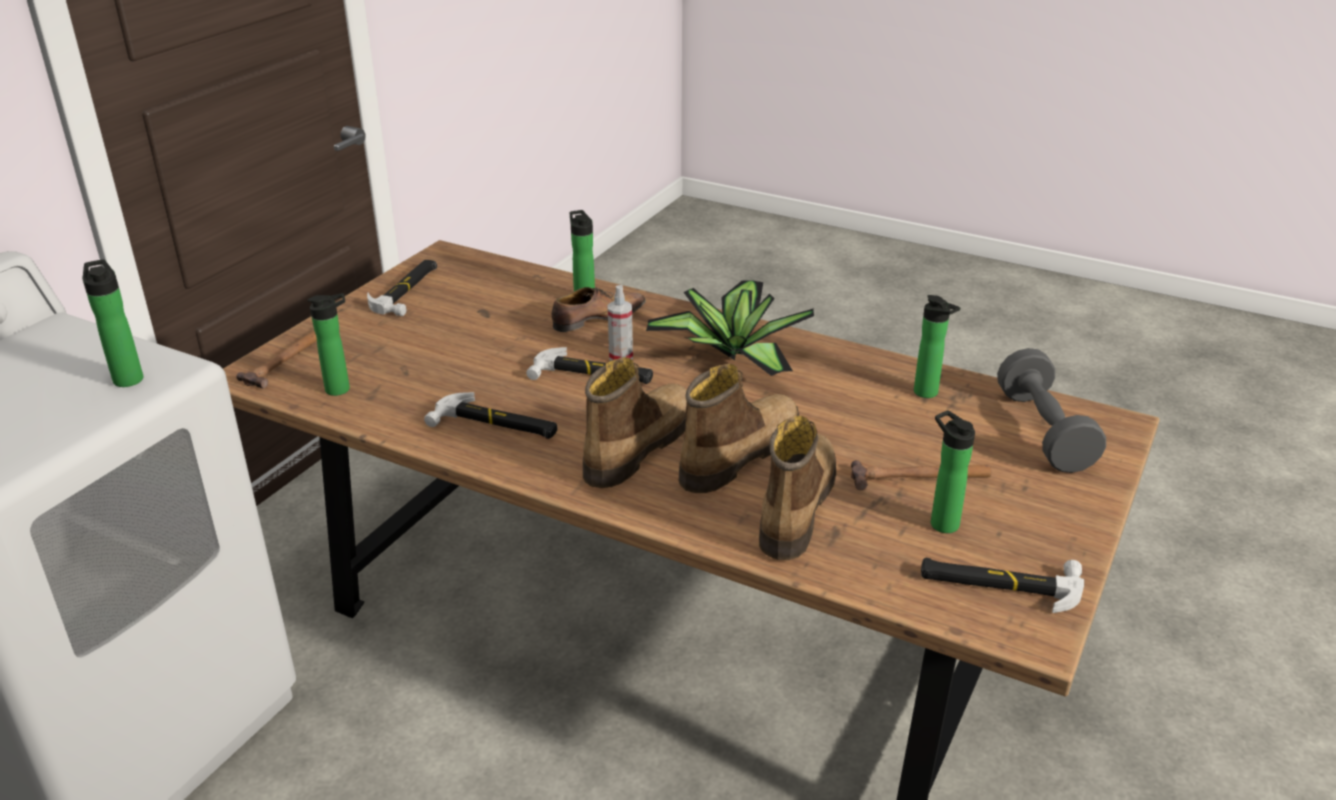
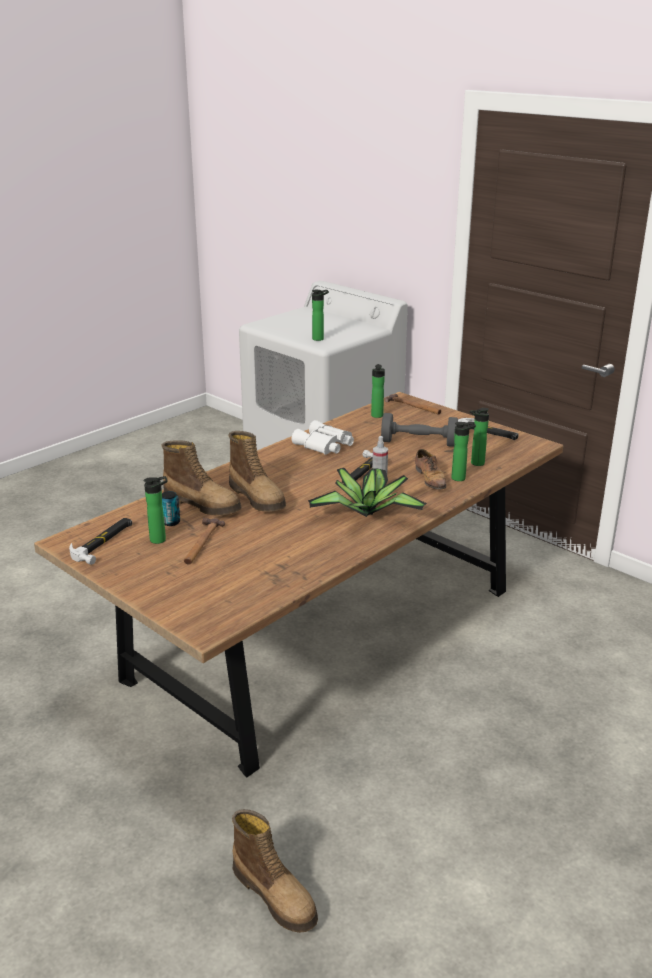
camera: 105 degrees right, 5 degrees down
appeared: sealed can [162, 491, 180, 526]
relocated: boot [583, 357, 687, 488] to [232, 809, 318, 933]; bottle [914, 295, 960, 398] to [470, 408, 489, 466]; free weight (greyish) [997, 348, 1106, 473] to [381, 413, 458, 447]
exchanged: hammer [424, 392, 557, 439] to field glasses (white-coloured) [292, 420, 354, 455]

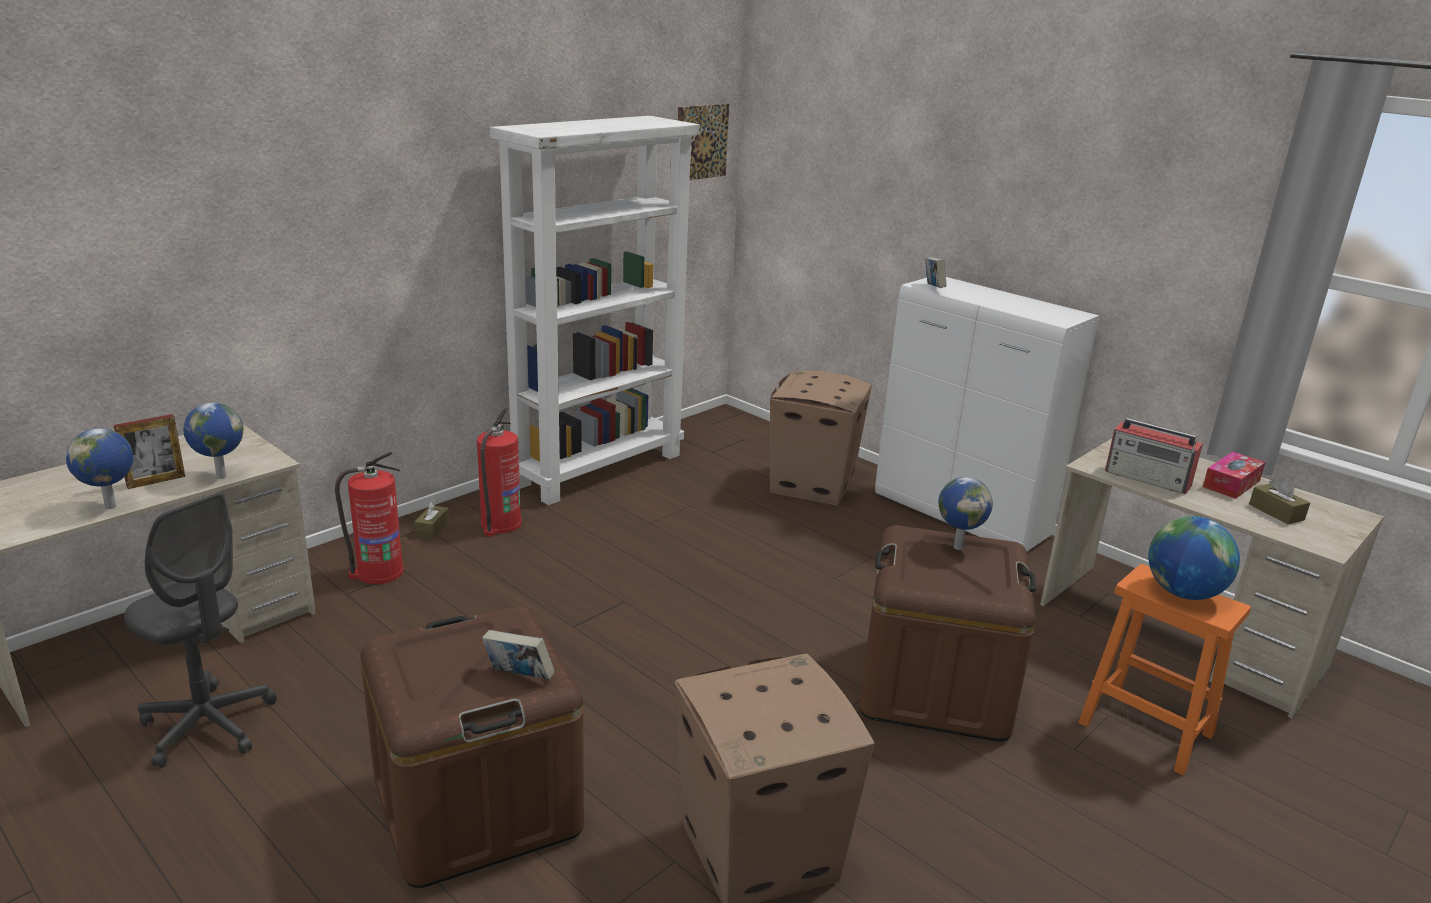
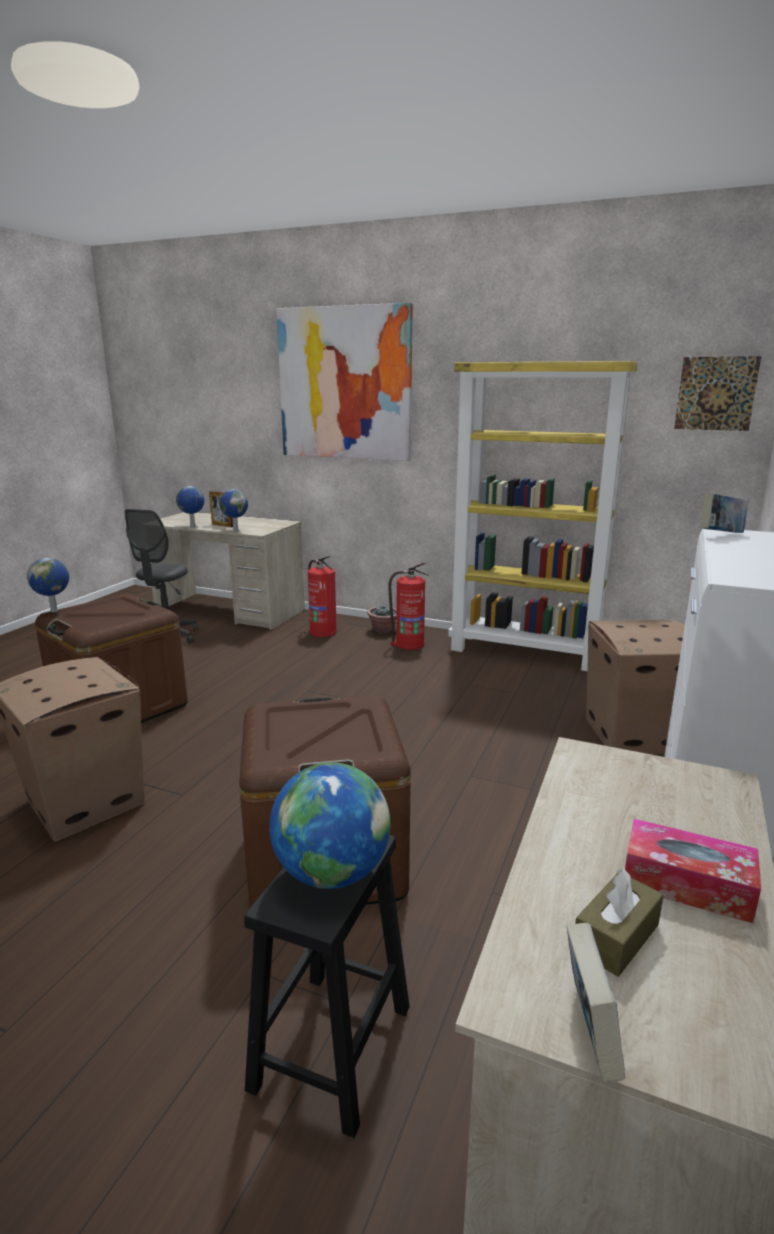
camera: 70 degrees right, 5 degrees down
missing: radio set [1105, 418, 1203, 494]
appeared: picture [276, 303, 412, 461]
relocated: book [482, 630, 555, 680] to [566, 923, 625, 1082]; globe [938, 477, 993, 550] to [27, 558, 69, 613]
exchanged: tissue holder (brownish) [414, 500, 449, 539] to potted plant [367, 605, 397, 634]
colour: bookshelf (white-coloured) [490, 116, 700, 505] to bookshelf (yellowish) [448, 361, 638, 671]; stool (orangey) [1078, 564, 1251, 775] to stool (black-coloured) [244, 835, 410, 1138]

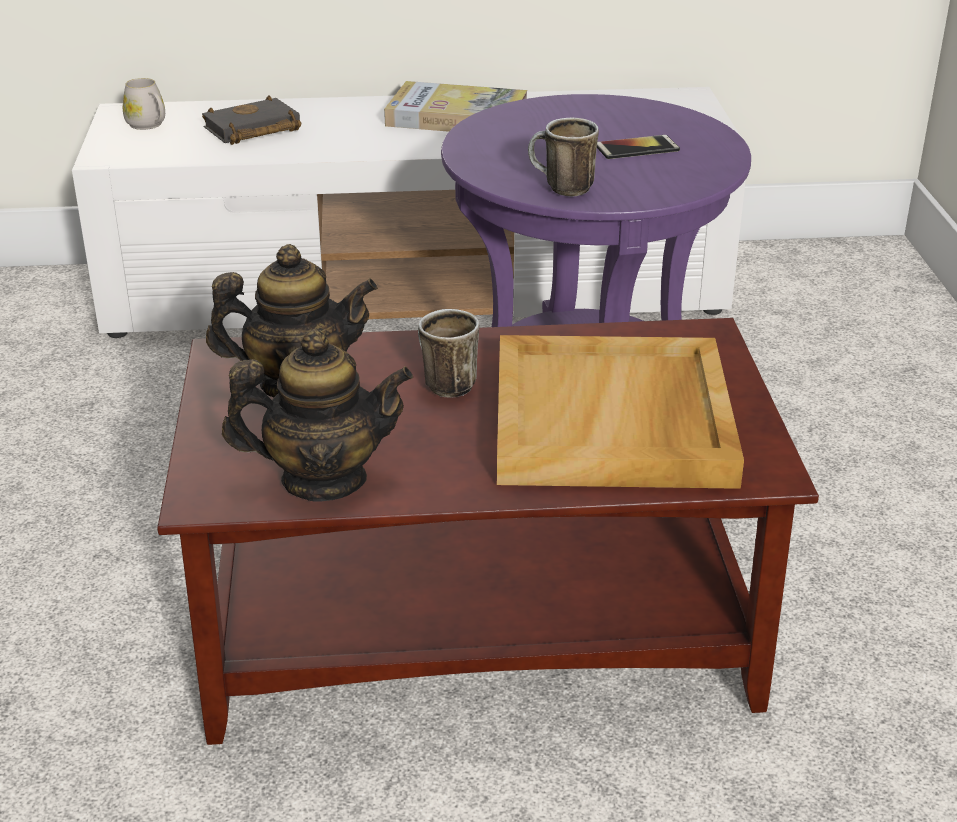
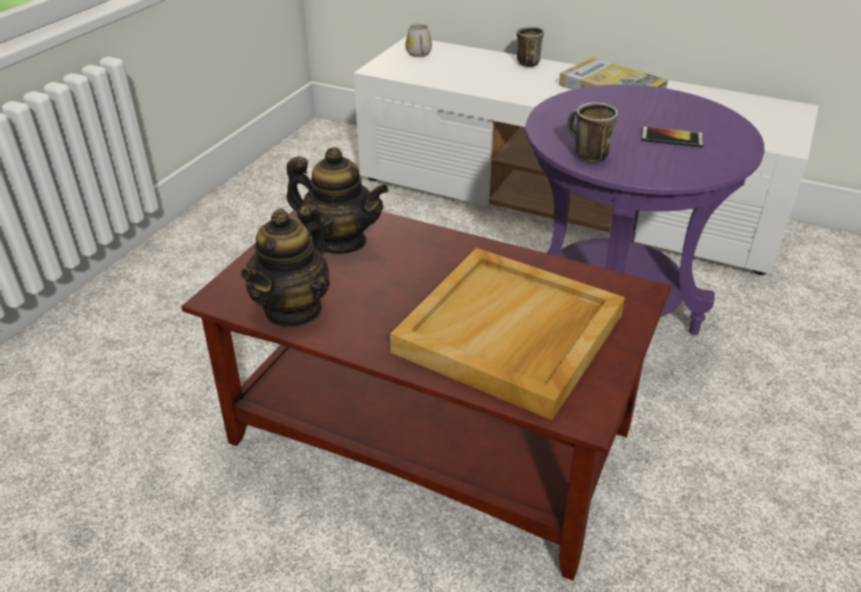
camera: 30 degrees right, 5 degrees up
missing: book (black-coloured) [202, 95, 301, 145]
relocated: tea mug [418, 309, 479, 398] to [517, 26, 544, 67]
spun: pot for tea [222, 329, 413, 501] = [240, 204, 330, 328] 90 degrees clockwise

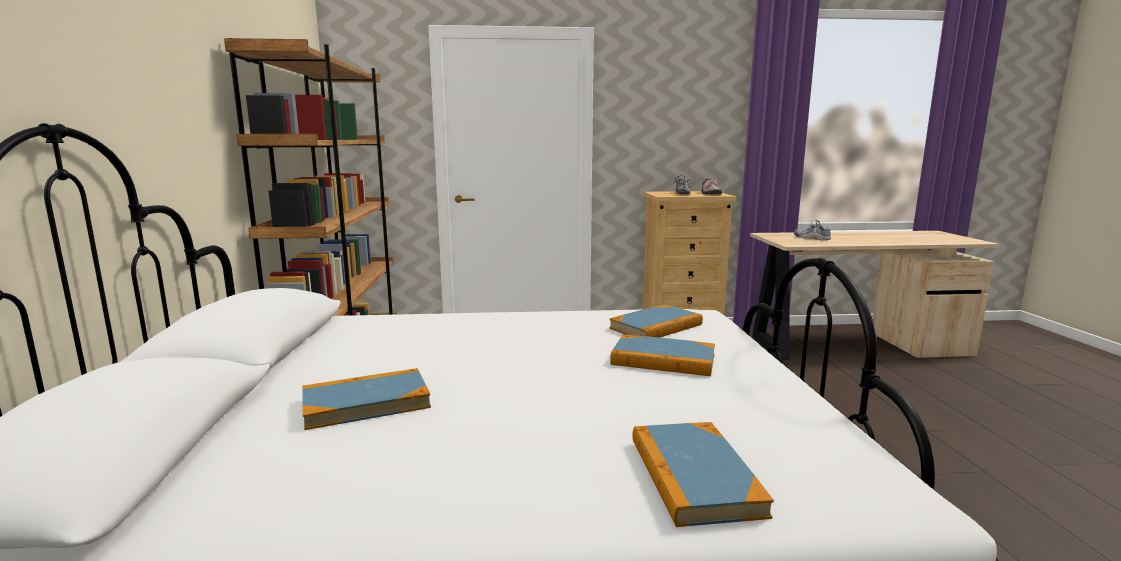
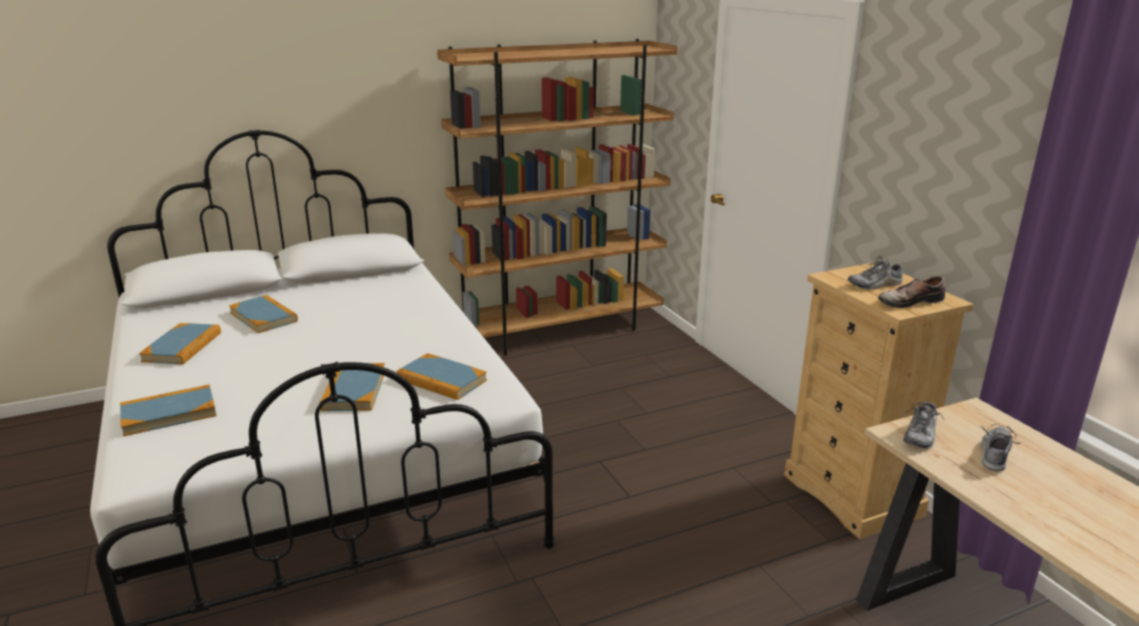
camera: 70 degrees right, 10 degrees up
appeared: book [139, 323, 221, 365]; shoe [903, 402, 944, 449]

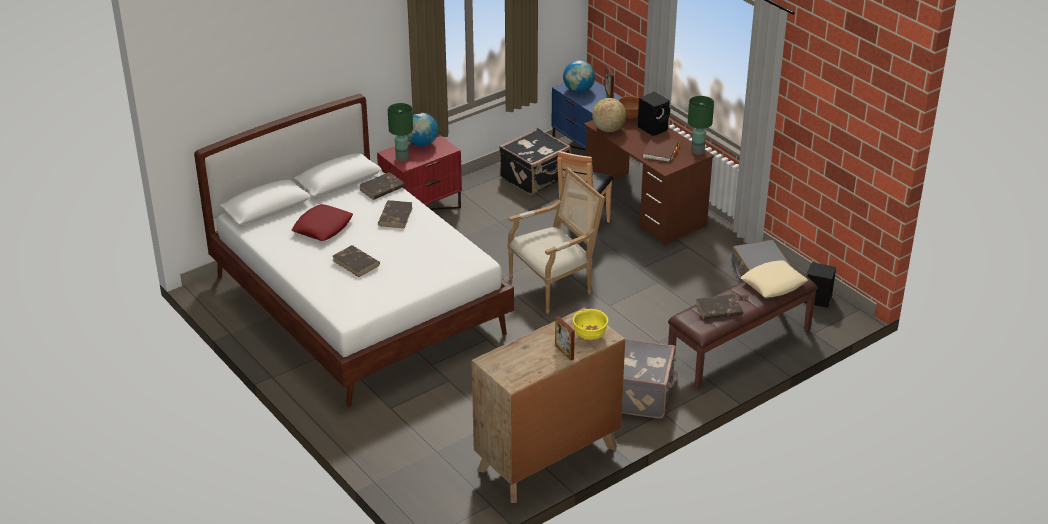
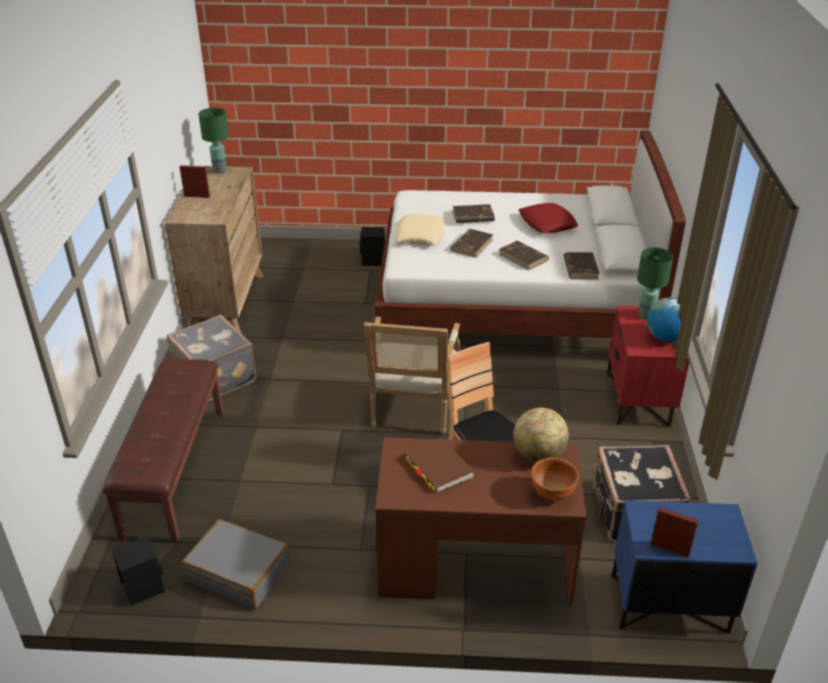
camera: 130 degrees right, 0 degrees up
missing: globe [563, 60, 595, 93]; bowl (yellowish) [573, 309, 608, 340]
relocated: loudspeaker (black-coloured) [638, 92, 670, 136] to [360, 227, 385, 266]; tabletop lamp (greenish) [688, 96, 714, 155] to [198, 108, 229, 173]; book (brownish) [696, 294, 743, 320] to [451, 229, 493, 258]; pillow (sand-coloured) [741, 260, 808, 297] to [396, 214, 444, 245]

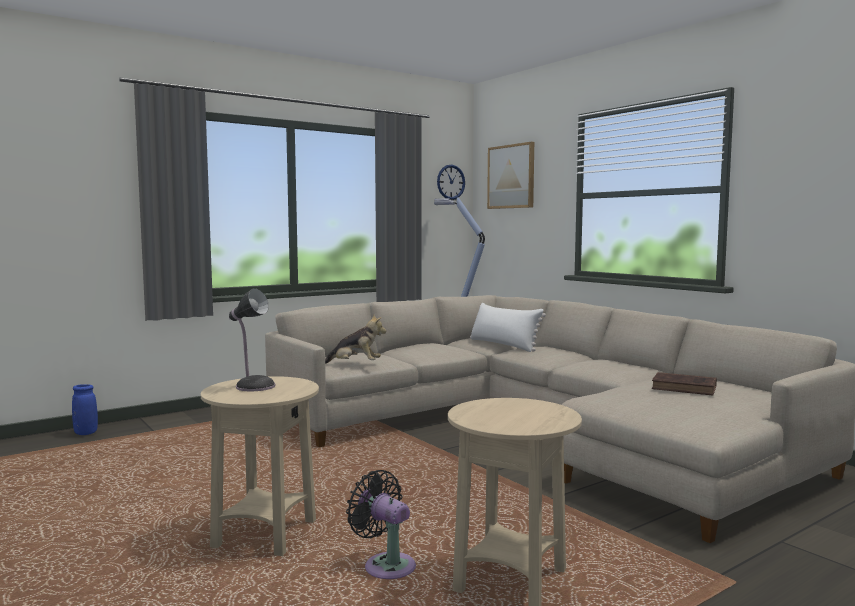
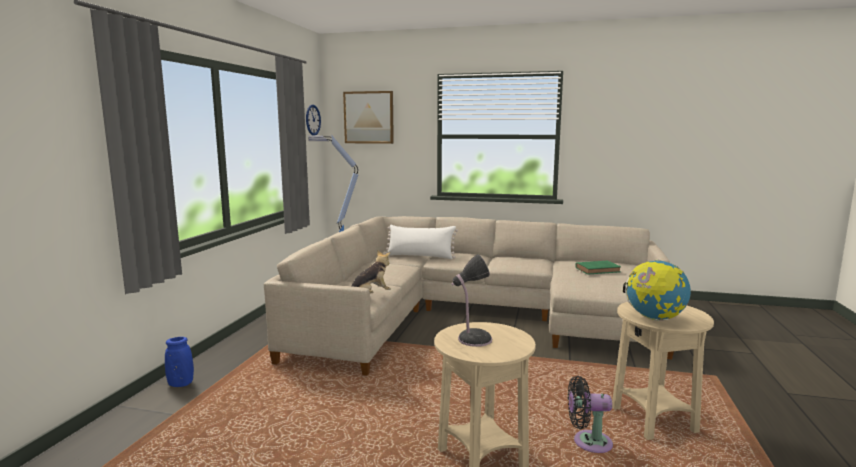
camera: 40 degrees left, 5 degrees up
appeared: globe [623, 259, 691, 321]
relocated: decorative vase (blue) [72, 384, 98, 435] to [165, 337, 194, 387]
colour: book (brownish) [652, 372, 717, 395] to book (greenish) [575, 261, 621, 275]

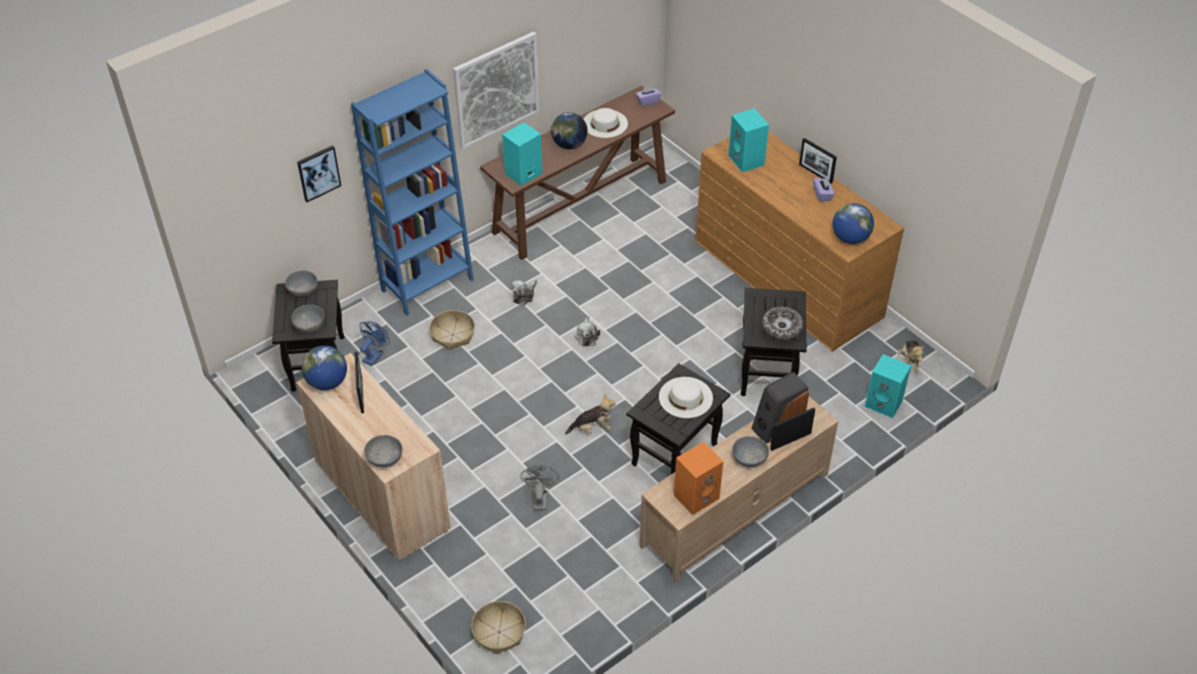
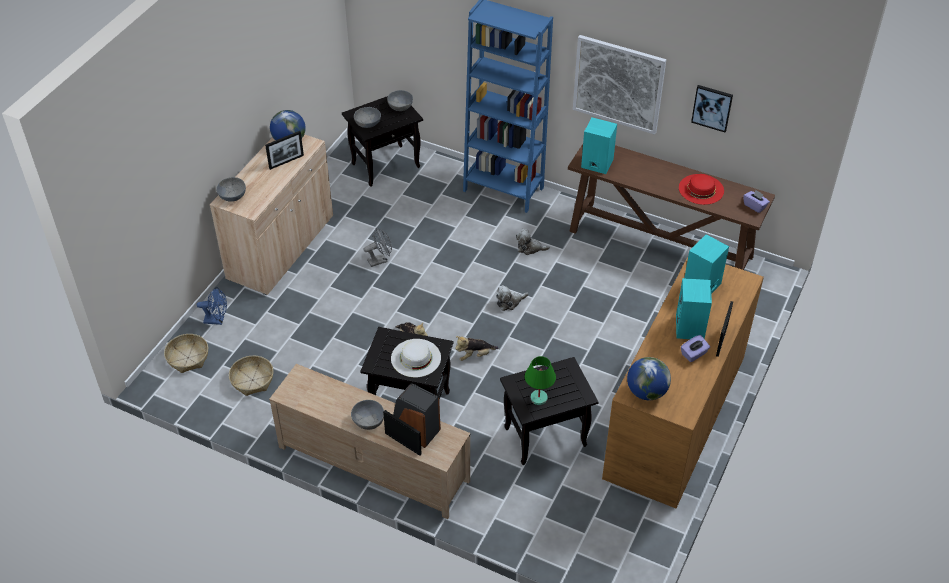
camera: 65 degrees right, 0 degrees up
missing: globe [551, 112, 588, 149]; loudspeaker (orangey) [674, 442, 723, 515]
relocated: picture [297, 145, 341, 202] to [691, 85, 733, 132]; electric fan (blue) [360, 321, 390, 366] to [197, 287, 227, 325]; basket [429, 310, 475, 350] to [229, 356, 274, 396]; electric fan (greyish) [520, 465, 559, 511] to [364, 228, 392, 267]; loudspeaker (blue-green) [865, 354, 911, 418] to [676, 278, 712, 339]; plush toy [898, 340, 925, 372] to [455, 336, 498, 361]
exchanged: bowl [762, 307, 803, 340] to tabletop lamp (greenish) [525, 356, 556, 405]
colour: wearable hat (white-coloured) [584, 108, 628, 138] to wearable hat (reddish) [679, 174, 724, 205]

